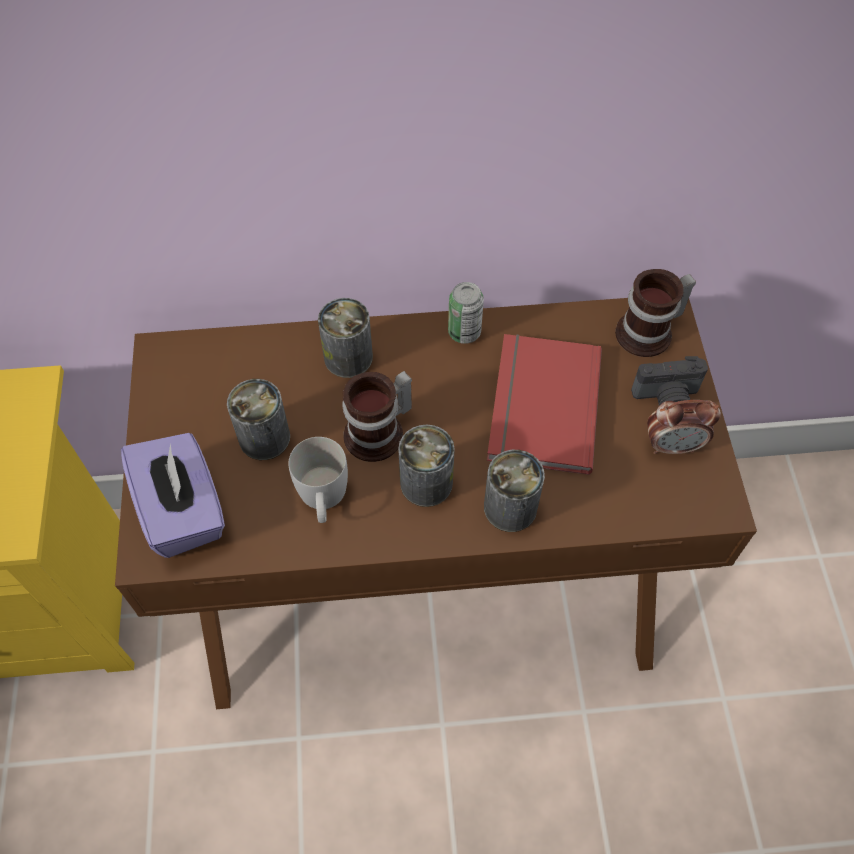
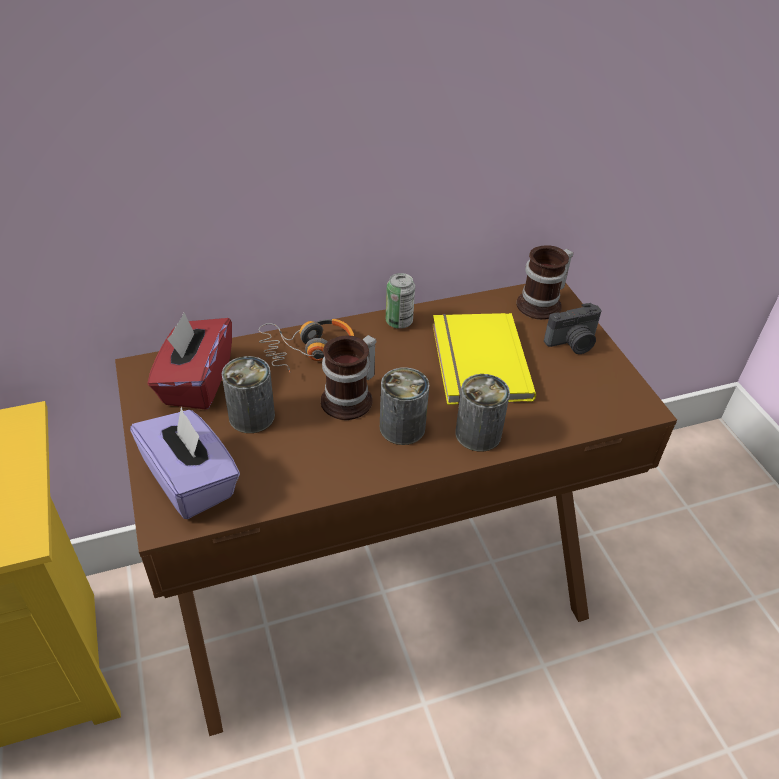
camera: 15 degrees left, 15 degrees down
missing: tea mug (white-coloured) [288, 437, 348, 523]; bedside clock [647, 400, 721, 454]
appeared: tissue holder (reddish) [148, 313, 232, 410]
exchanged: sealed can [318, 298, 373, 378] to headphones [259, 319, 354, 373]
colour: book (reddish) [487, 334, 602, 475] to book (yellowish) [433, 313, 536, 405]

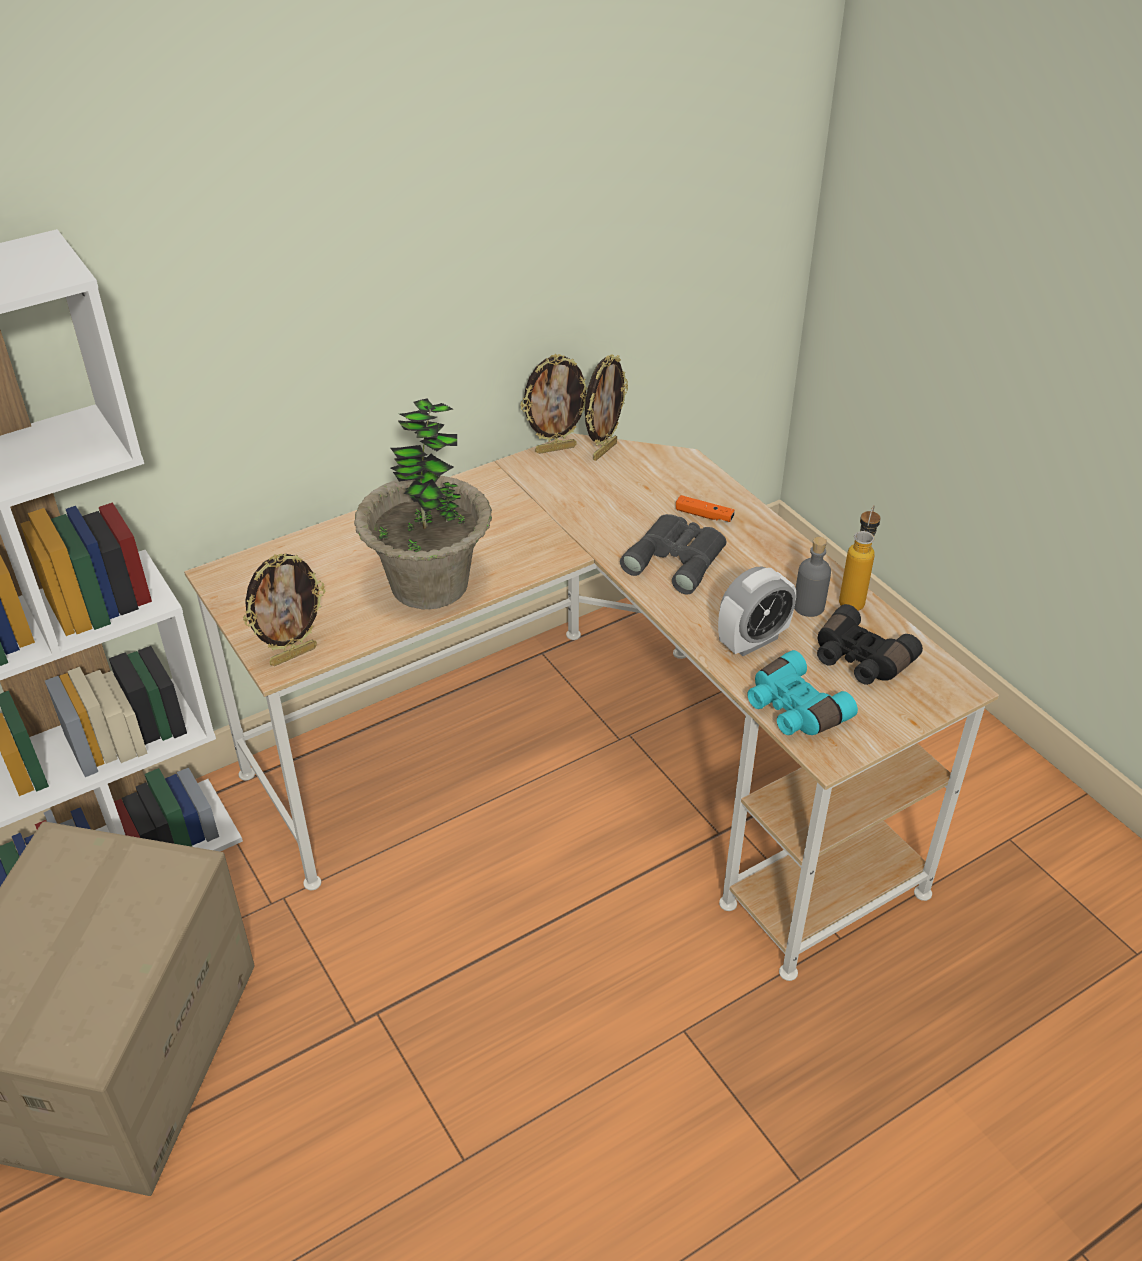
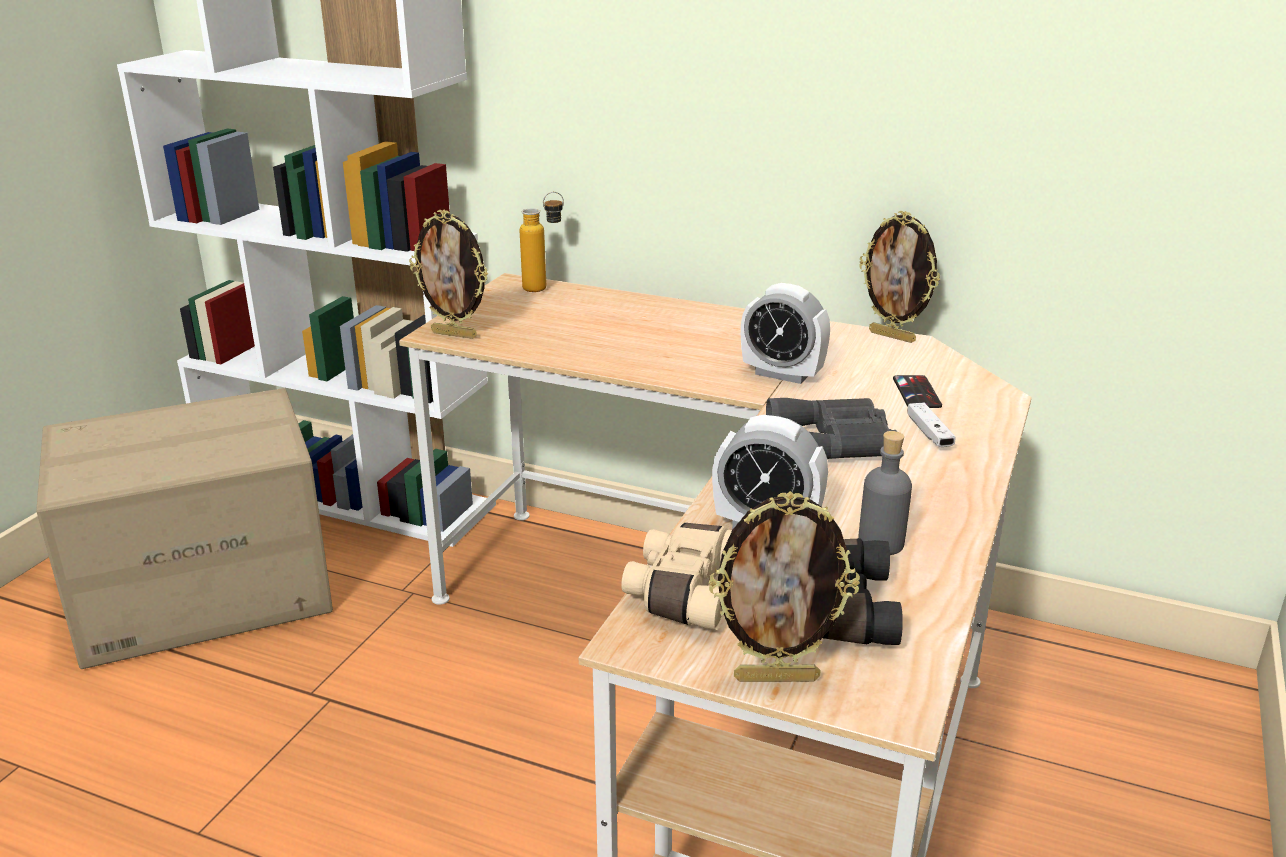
camera: 55 degrees right, 15 degrees down
missing: potted plant [354, 398, 492, 609]
appeared: bedside clock [741, 283, 830, 384]; telephone [893, 375, 942, 408]
relocated: picture frame [585, 354, 628, 461] to [709, 491, 860, 682]; bottle [839, 505, 881, 611] to [520, 192, 564, 292]
colour: gamepad (orangey) [676, 495, 735, 522] to gamepad (white-coloured) [907, 402, 956, 447]; field glasses (blue-green) [747, 650, 858, 735] to field glasses (sand-coloured) [621, 523, 732, 630]

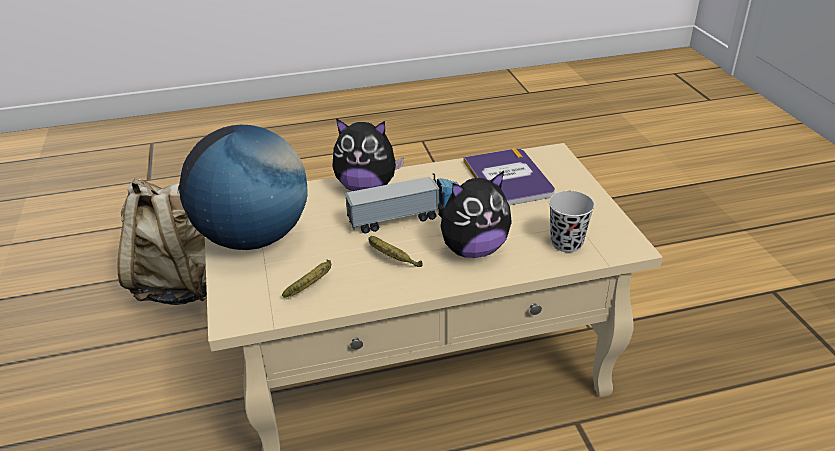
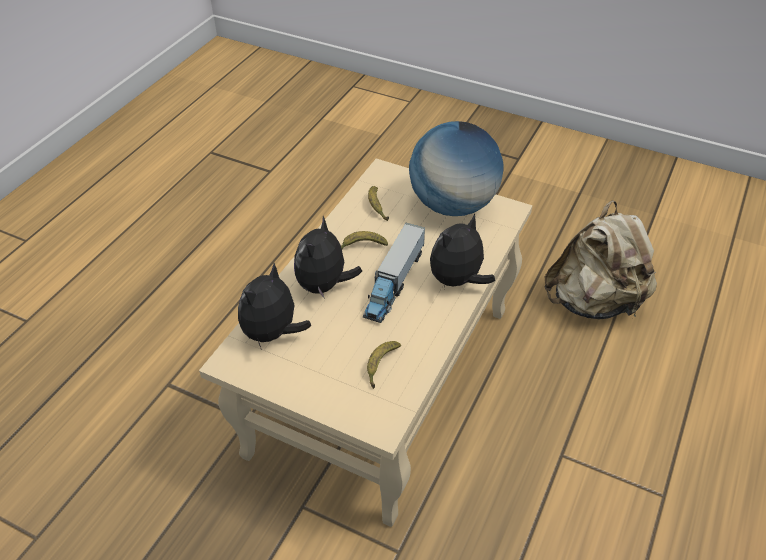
camera: 130 degrees right, 10 degrees up
exchanged: book [463, 149, 555, 205] to banana [367, 341, 401, 389]; drinking cup (black-coloured) [549, 191, 595, 252] to plush toy [238, 263, 311, 350]

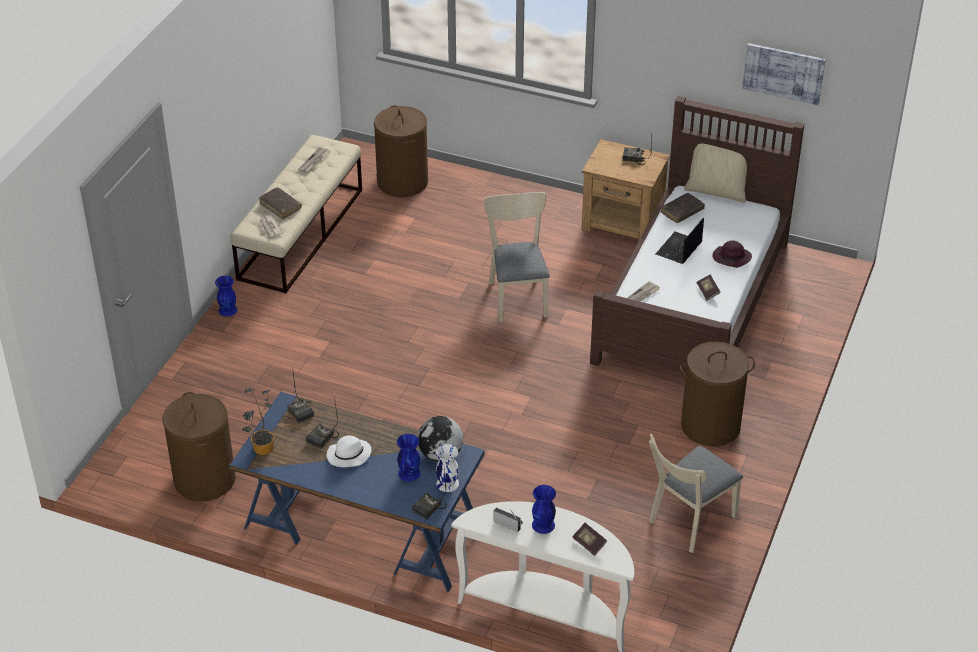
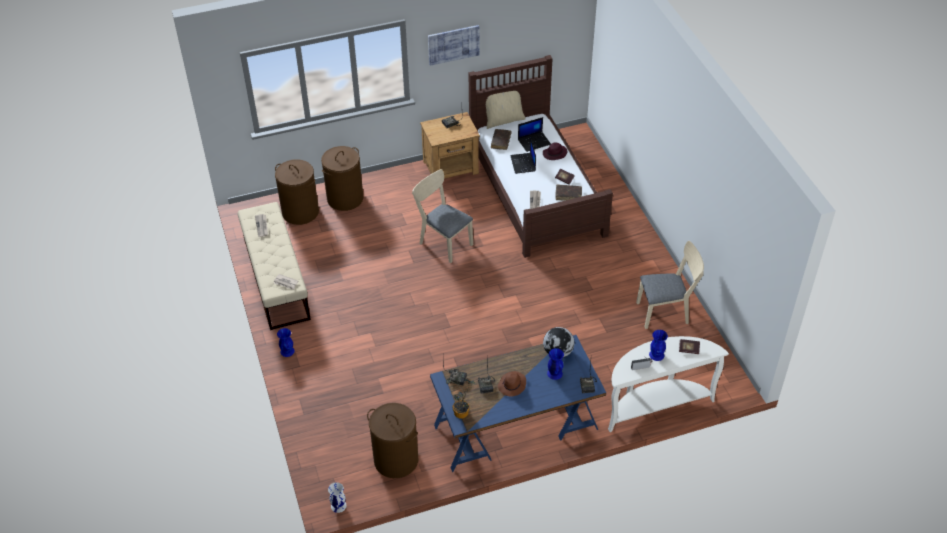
camera: 40 degrees left, 5 degrees up
appeared: notebook computer [518, 117, 551, 152]
relocated: book (brownish) [259, 187, 302, 219] to [555, 185, 582, 201]; decorative vase (white-coloured) [436, 444, 459, 492] to [328, 482, 347, 513]; hamper (brownish) [680, 341, 755, 447] to [321, 146, 363, 211]; picture [742, 43, 826, 105] to [428, 25, 480, 66]
colour: wearable hat (white-coloured) [327, 435, 372, 467] to wearable hat (brownish) [498, 371, 526, 397]
spun: plain chair (sand-coloured) [649, 434, 743, 553] = [636, 241, 704, 329] 105 degrees counterclockwise

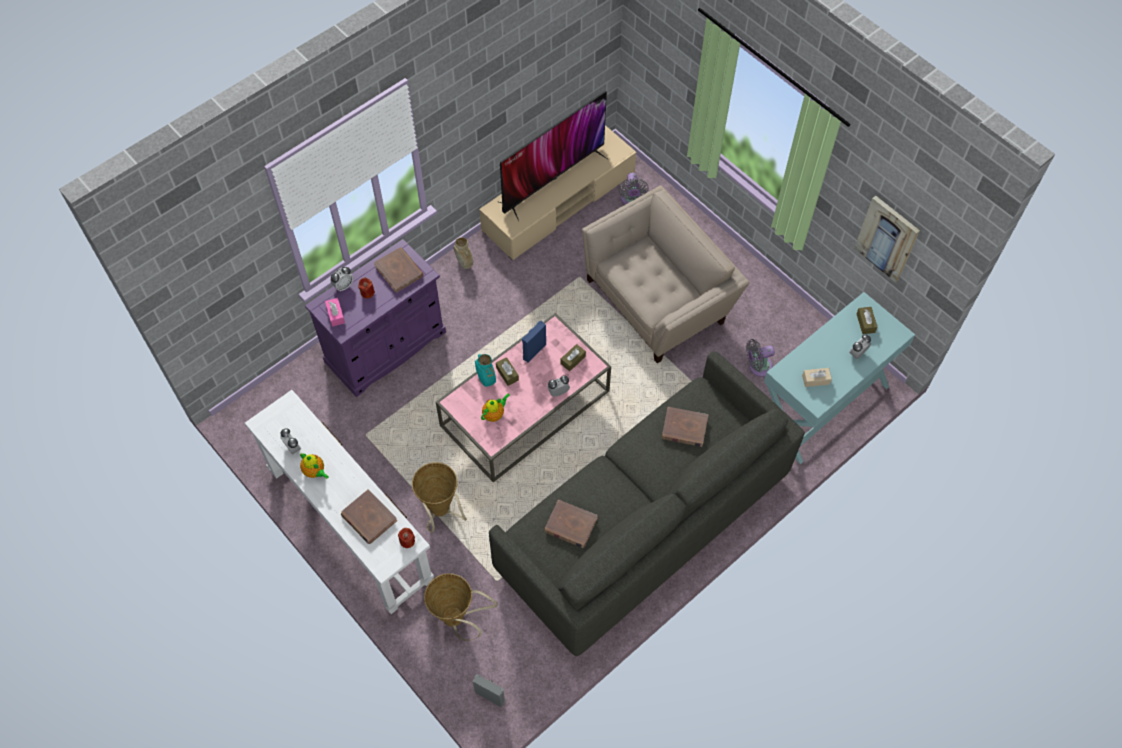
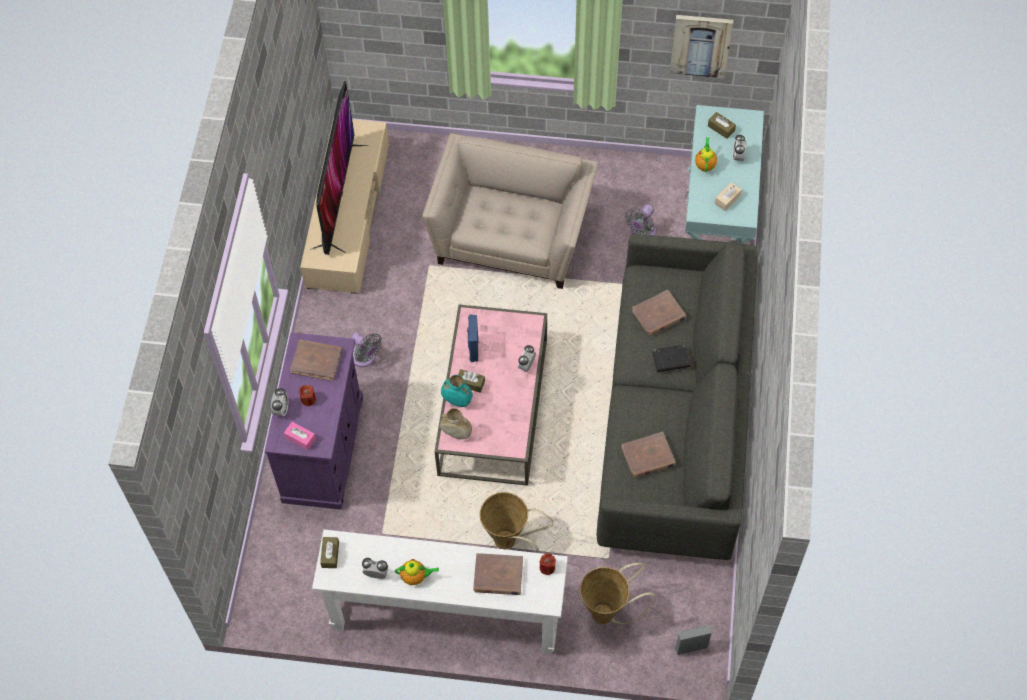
camera: 40 degrees left, 0 degrees up
appeared: book (black-coloured) [652, 344, 690, 372]
relocated: decorative vase (sand-coloured) [453, 237, 473, 269] to [440, 408, 472, 439]; pot for tea [481, 393, 510, 422] to [695, 137, 717, 172]; tissue holder (brownish) [560, 344, 586, 371] to [320, 537, 339, 568]; electric fan (greyish) [619, 173, 649, 205] to [351, 332, 382, 367]

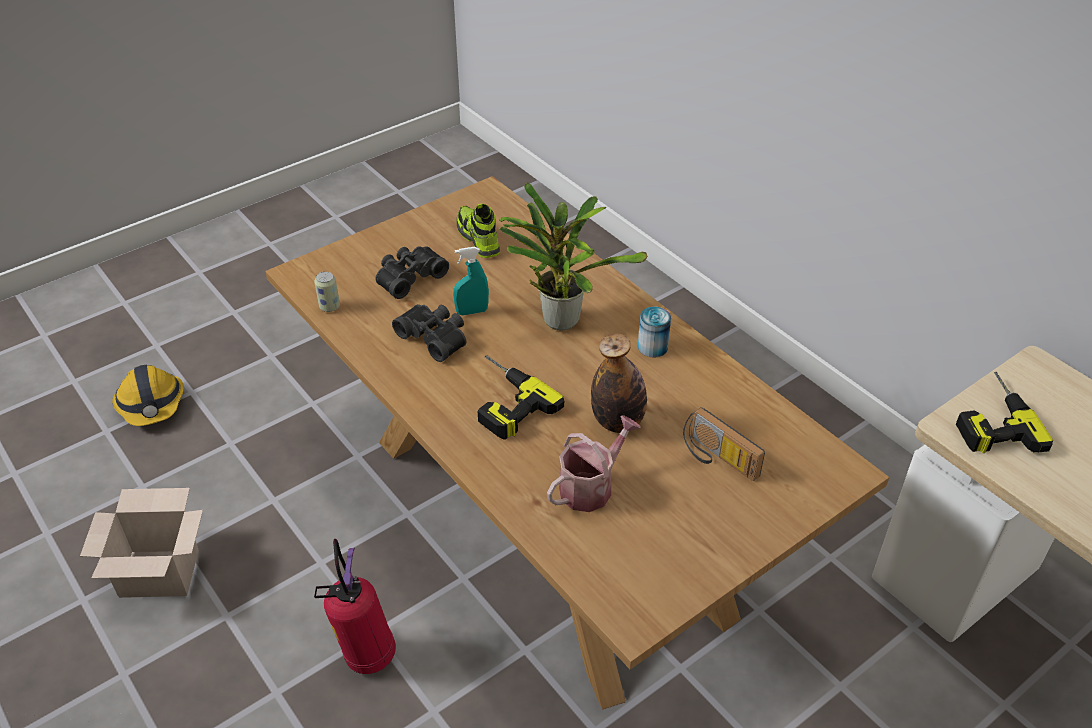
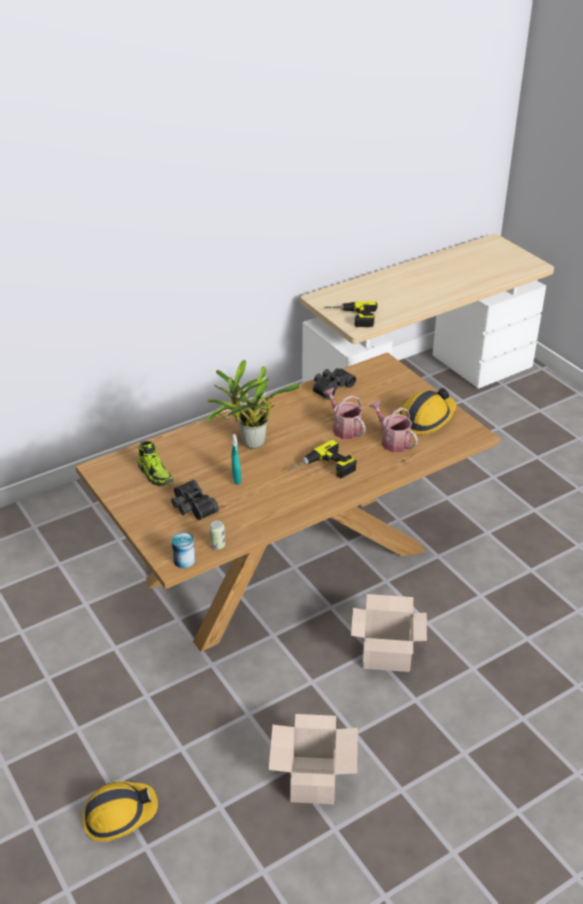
camera: 85 degrees left, 5 degrees down
missing: radio set [683, 407, 765, 481]
appeared: work helmet [397, 388, 456, 434]
relocated: field glasses (black-coloured) [392, 304, 466, 362] to [313, 368, 356, 400]; sealed can [638, 307, 671, 357] to [172, 532, 195, 568]
exchanged: extinguisher [314, 539, 396, 674] to cardboard box [351, 594, 427, 672]; bottle [591, 333, 647, 433] to watering pot [323, 388, 366, 439]
spun: shoe [457, 204, 500, 258] = [138, 441, 173, 486] 105 degrees counterclockwise

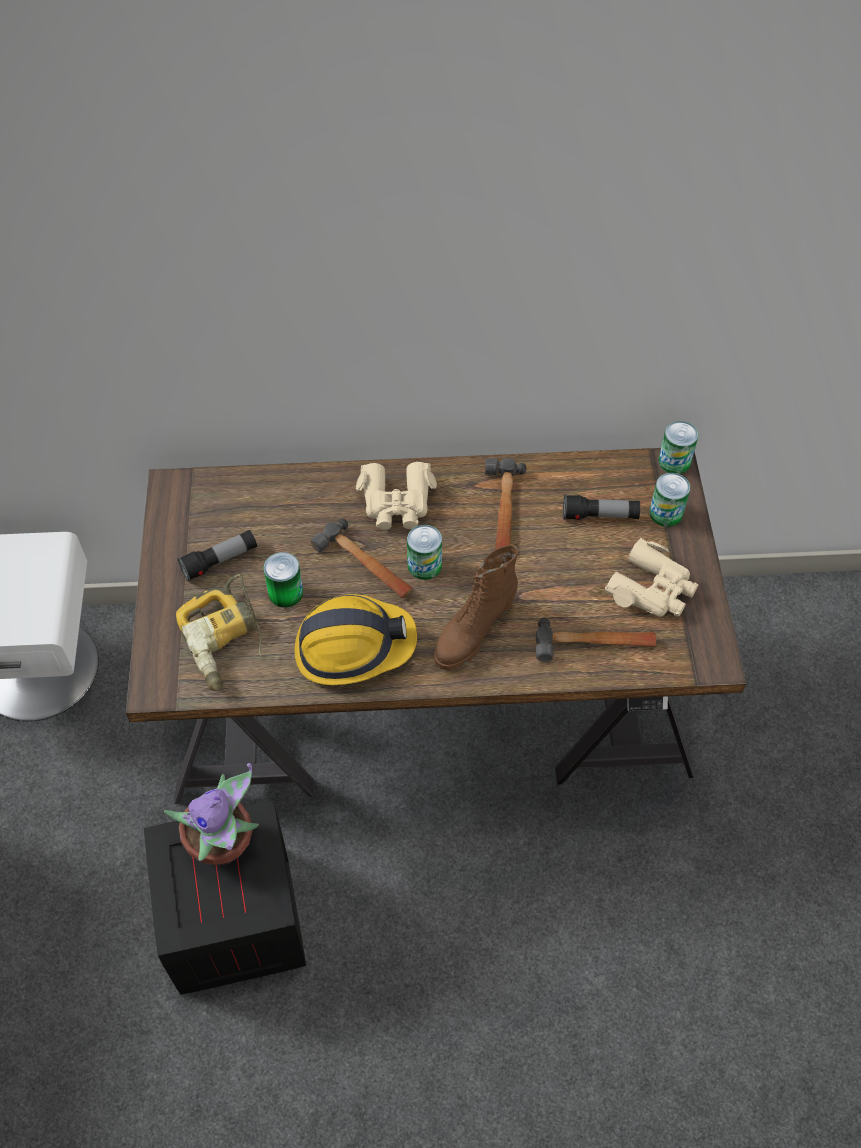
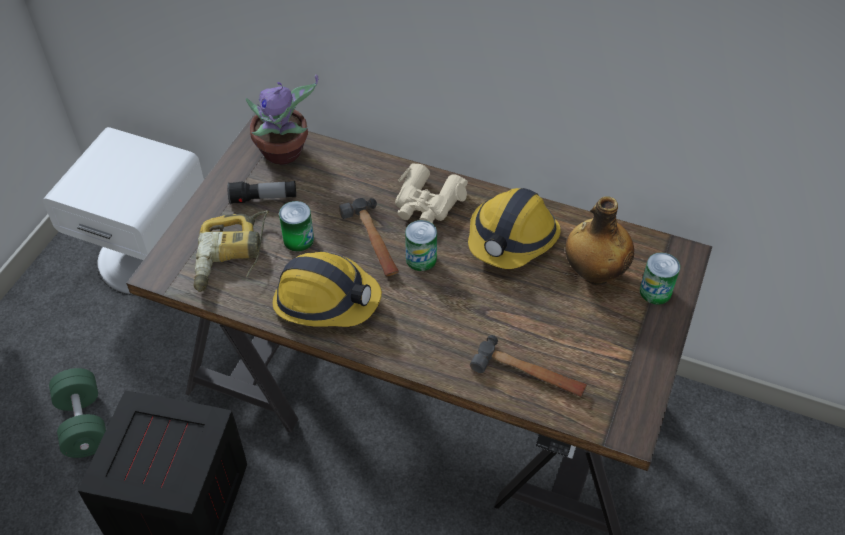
camera: 25 degrees right, 5 degrees down
missing: boot (brownish) [434, 544, 518, 670]; field glasses (sand-coloured) [605, 538, 698, 617]; sealed can [658, 421, 698, 474]
appeared: free weight (greenish) [49, 368, 106, 458]
relocated: potted plant [164, 763, 259, 865] to [246, 75, 318, 165]
exchanged: hammer [485, 458, 526, 549] to work helmet [468, 188, 561, 269]; hand torch [563, 495, 640, 520] to bottle [565, 196, 634, 285]

